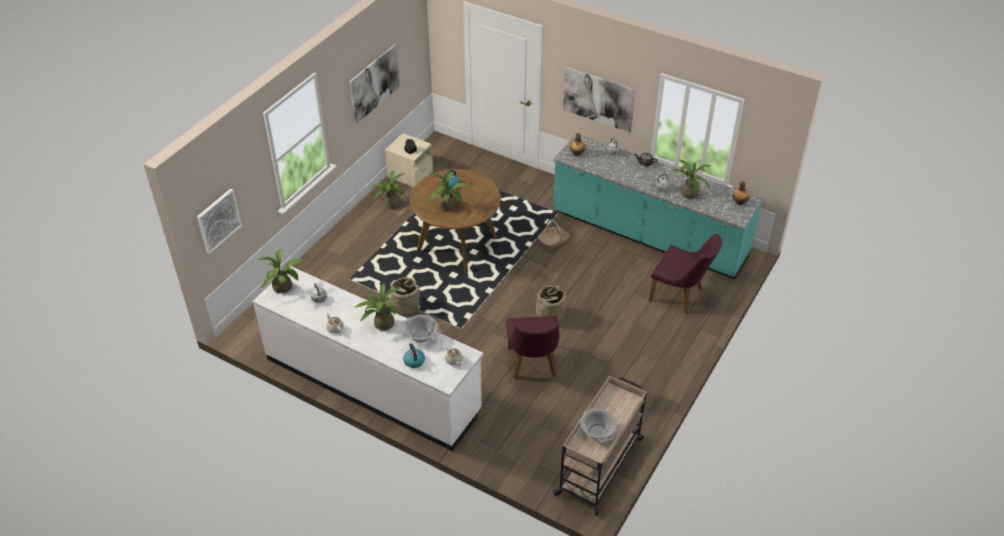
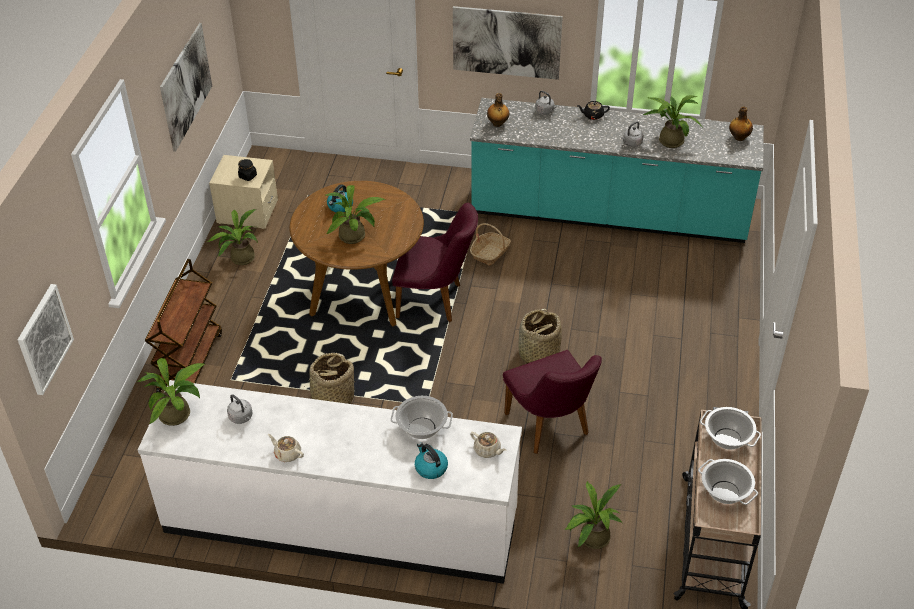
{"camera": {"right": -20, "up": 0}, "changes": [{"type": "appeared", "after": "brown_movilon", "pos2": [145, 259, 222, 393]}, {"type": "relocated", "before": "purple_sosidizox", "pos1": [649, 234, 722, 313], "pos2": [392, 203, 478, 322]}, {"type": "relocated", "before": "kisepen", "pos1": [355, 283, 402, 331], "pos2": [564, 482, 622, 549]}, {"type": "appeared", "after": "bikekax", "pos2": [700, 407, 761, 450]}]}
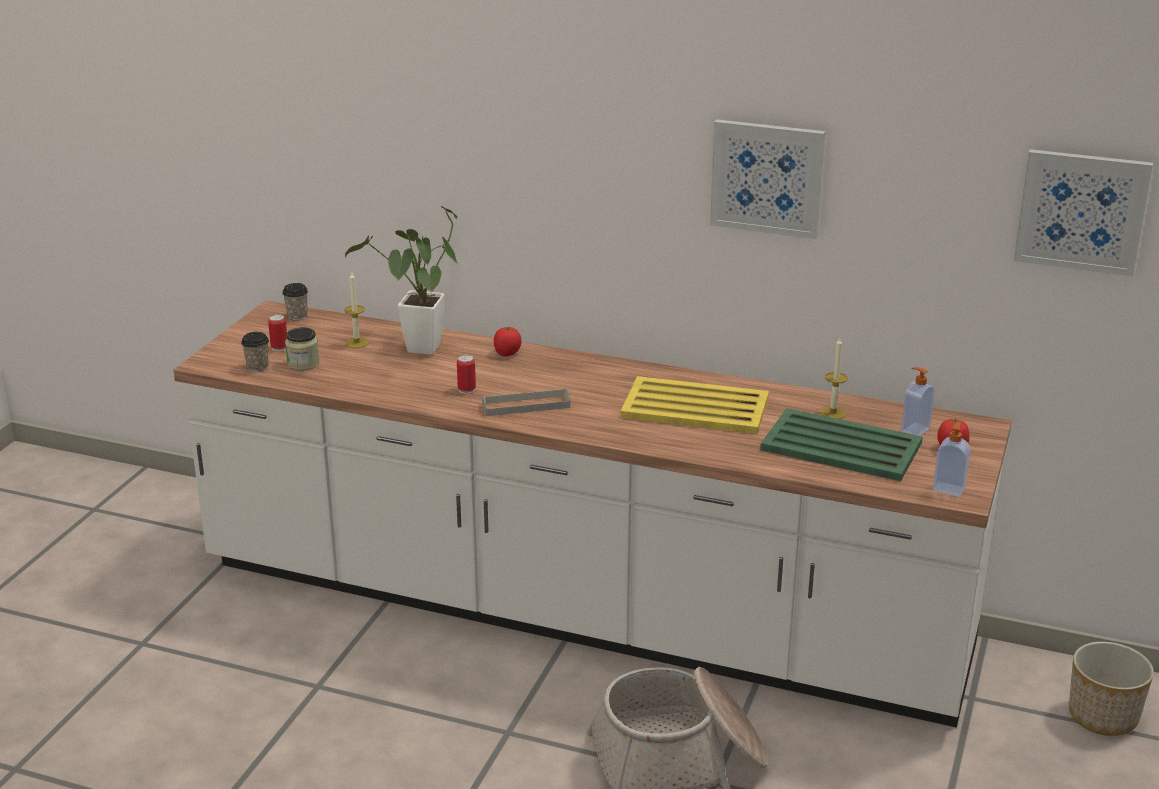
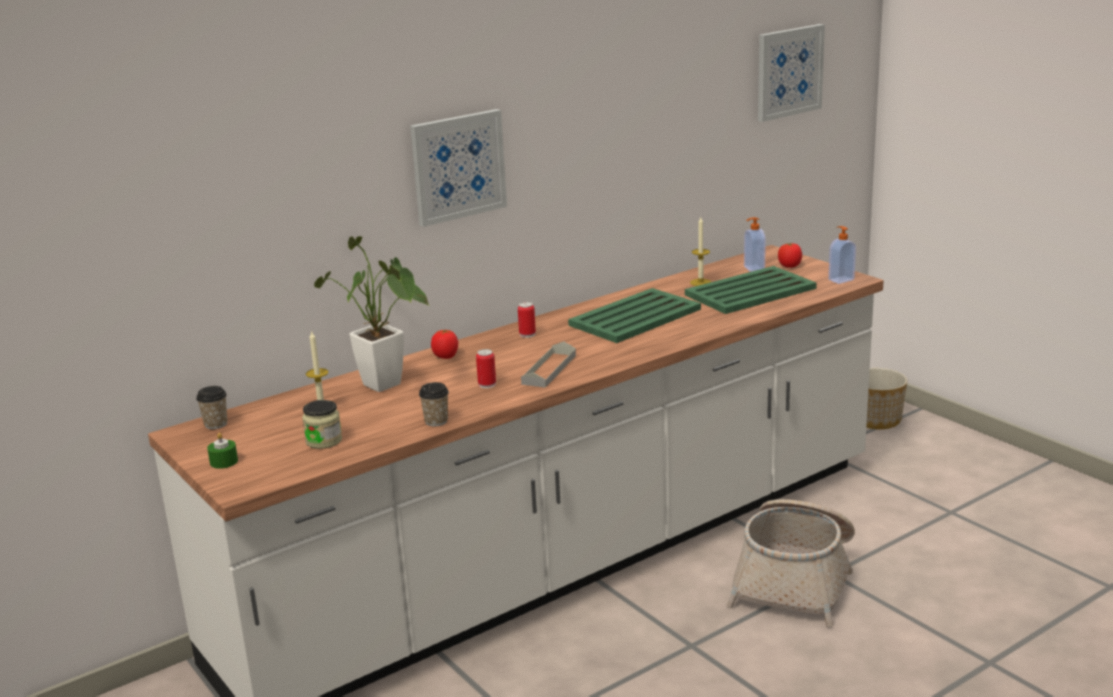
{"camera": {"right": -55, "up": -5}, "changes": [{"type": "appeared", "after": "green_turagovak", "pos2": [207, 432, 238, 469]}, {"type": "relocated", "before": "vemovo", "pos1": [710, 119, 825, 239], "pos2": [410, 109, 507, 227]}, {"type": "relocated", "before": "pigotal", "pos1": [241, 332, 269, 372], "pos2": [419, 382, 449, 426]}, {"type": "relocated", "before": "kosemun", "pos1": [268, 314, 287, 352], "pos2": [518, 302, 536, 338]}, {"type": "colour", "before": "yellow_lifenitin", "after": "green_lifenitin", "pos1": [620, 376, 769, 434], "pos2": [568, 288, 701, 343]}]}
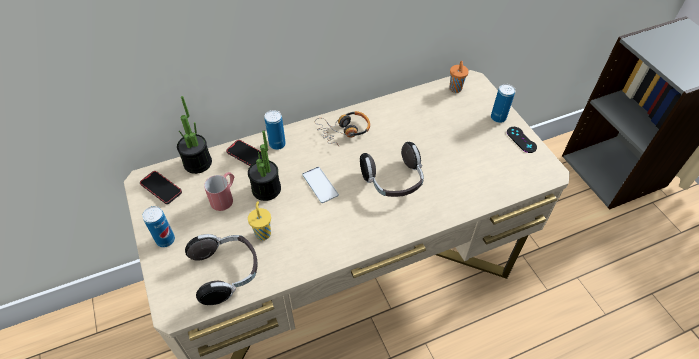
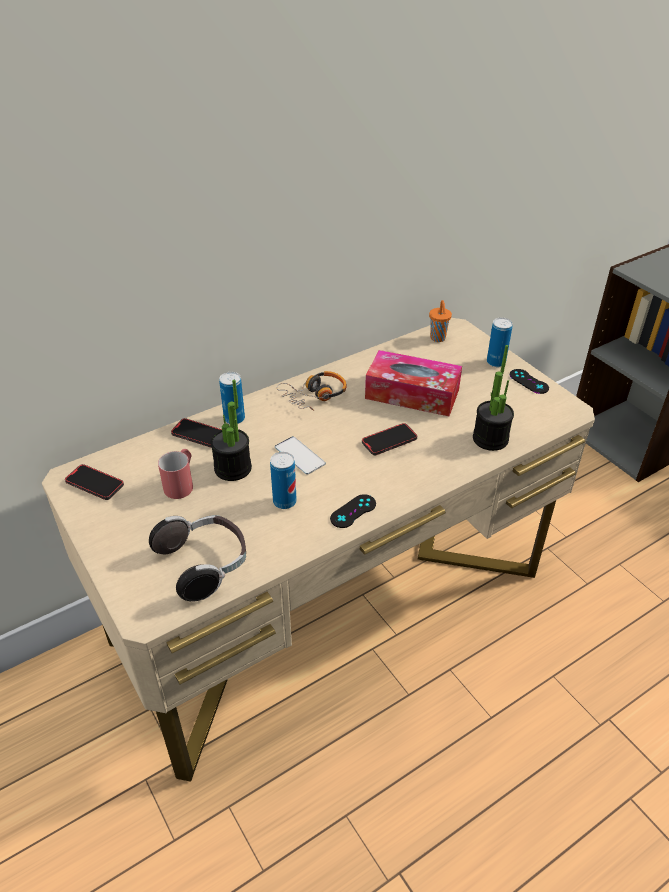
{"camera": {"right": -10, "up": -10}, "changes": [{"type": "relocated", "before": "kosemun", "pos1": [142, 206, 175, 248], "pos2": [270, 452, 297, 509]}, {"type": "appeared", "after": "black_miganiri", "pos2": [330, 494, 376, 528]}, {"type": "exchanged", "before": "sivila", "after": "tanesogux", "pos1": [360, 142, 424, 197], "pos2": [362, 423, 417, 455]}, {"type": "appeared", "after": "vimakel", "pos2": [365, 350, 462, 416]}, {"type": "relocated", "before": "kisepen", "pos1": [177, 96, 212, 174], "pos2": [473, 345, 514, 451]}, {"type": "missing", "before": "yellow_pigotal", "pos1": [248, 201, 271, 240]}]}
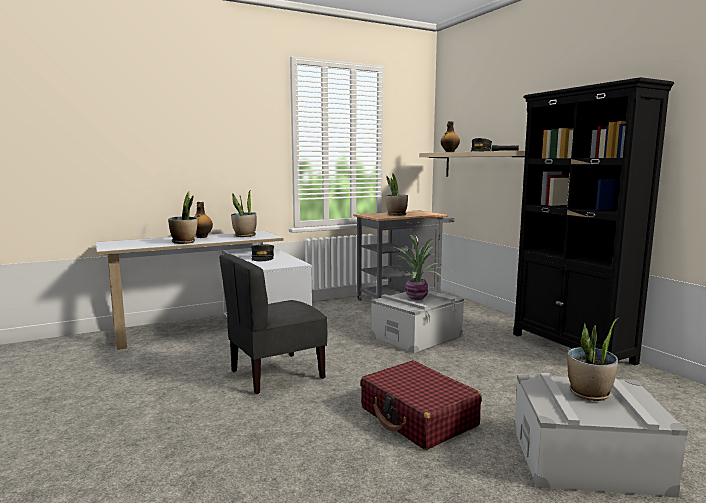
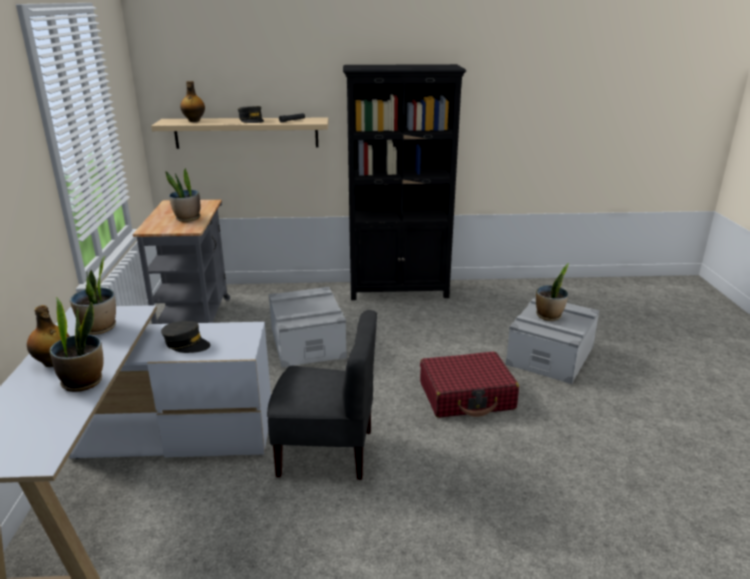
{"camera": {"right": -65, "up": 15}, "changes": [{"type": "spun", "before": "grey_sosidizox", "pos1": [219, 254, 327, 394], "pos2": [267, 310, 377, 480], "turn": -75}, {"type": "missing", "before": "kisepen", "pos1": [383, 235, 452, 300]}]}
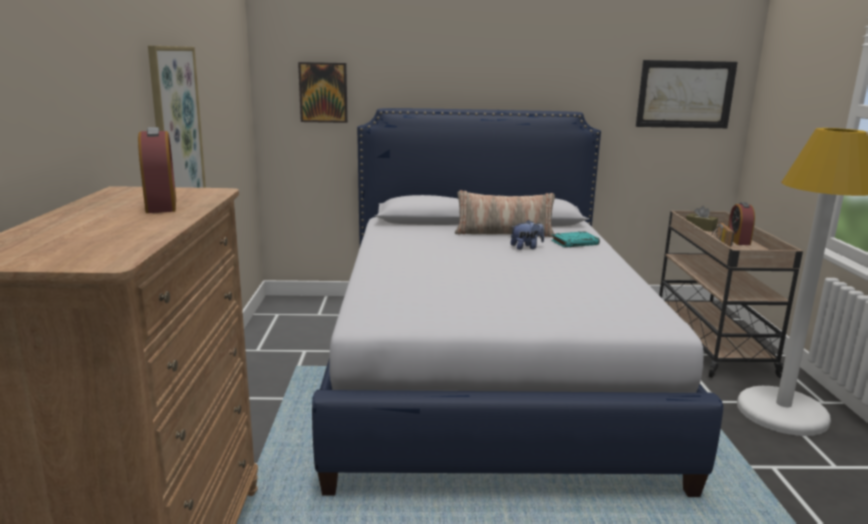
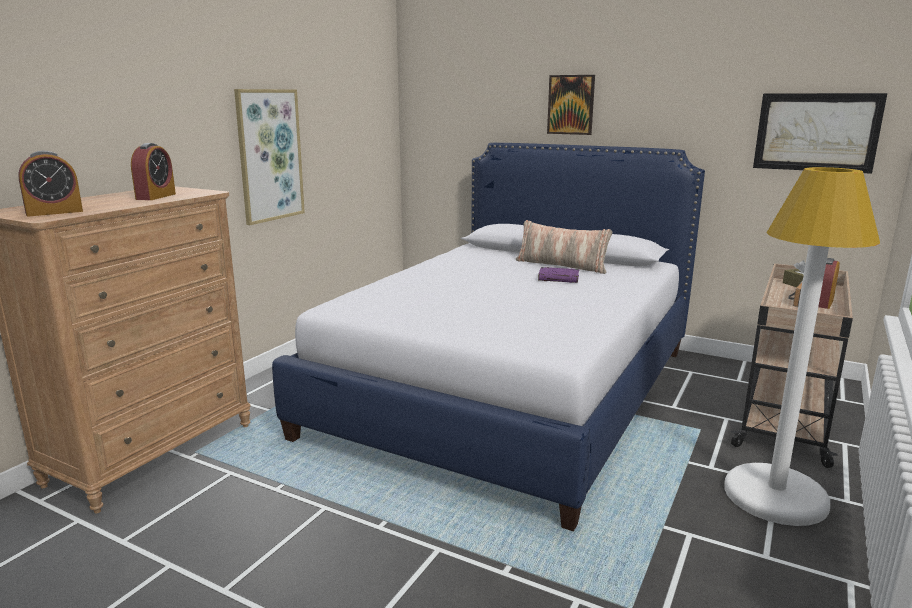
{"camera": {"right": 30, "up": 0}, "changes": [{"type": "appeared", "after": "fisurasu", "pos2": [18, 151, 83, 217]}, {"type": "exchanged", "before": "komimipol", "after": "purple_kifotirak", "pos1": [511, 220, 544, 250], "pos2": [538, 267, 579, 283]}, {"type": "relocated", "before": "vemovo", "pos1": [298, 62, 348, 123], "pos2": [547, 75, 595, 135]}, {"type": "missing", "before": "turquoise_kifotirak", "pos1": [551, 231, 600, 248]}]}
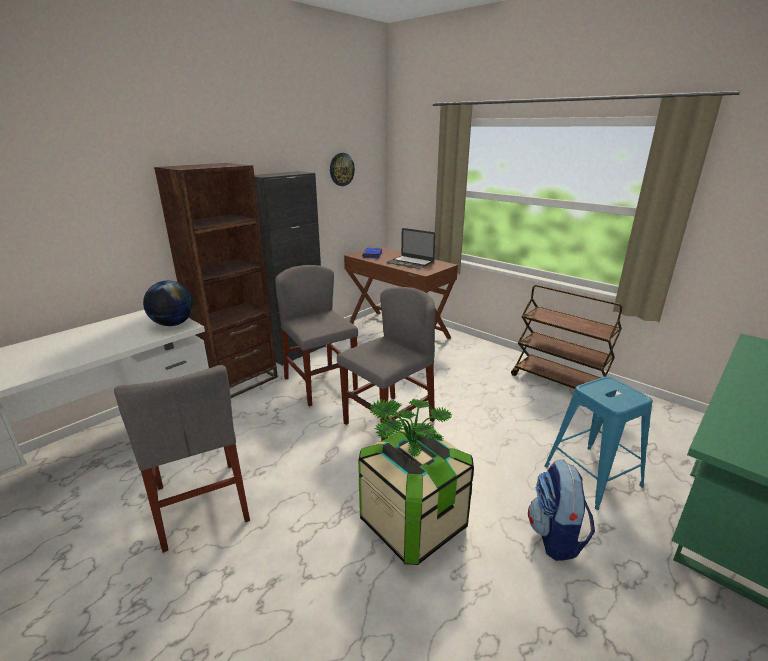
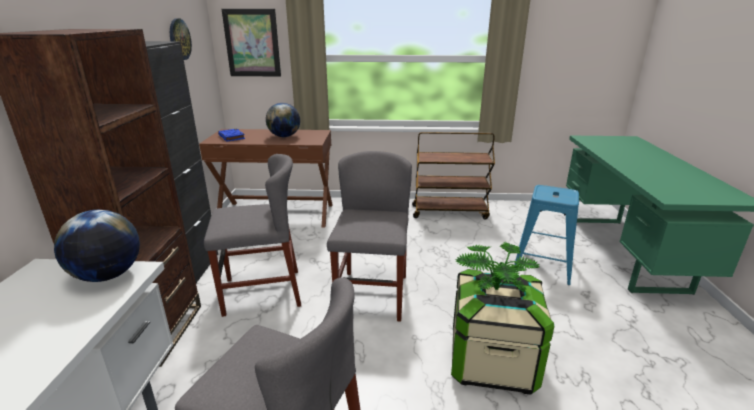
{"camera": {"right": -40, "up": 0}, "changes": [{"type": "spun", "before": "grey_sosidizox", "pos1": [275, 265, 358, 407], "pos2": [204, 154, 301, 317], "turn": 150}, {"type": "appeared", "after": "vemovo", "pos2": [222, 9, 281, 76]}, {"type": "exchanged", "before": "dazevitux", "after": "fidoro", "pos1": [387, 228, 436, 269], "pos2": [266, 103, 300, 137]}, {"type": "missing", "before": "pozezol", "pos1": [528, 460, 595, 561]}]}
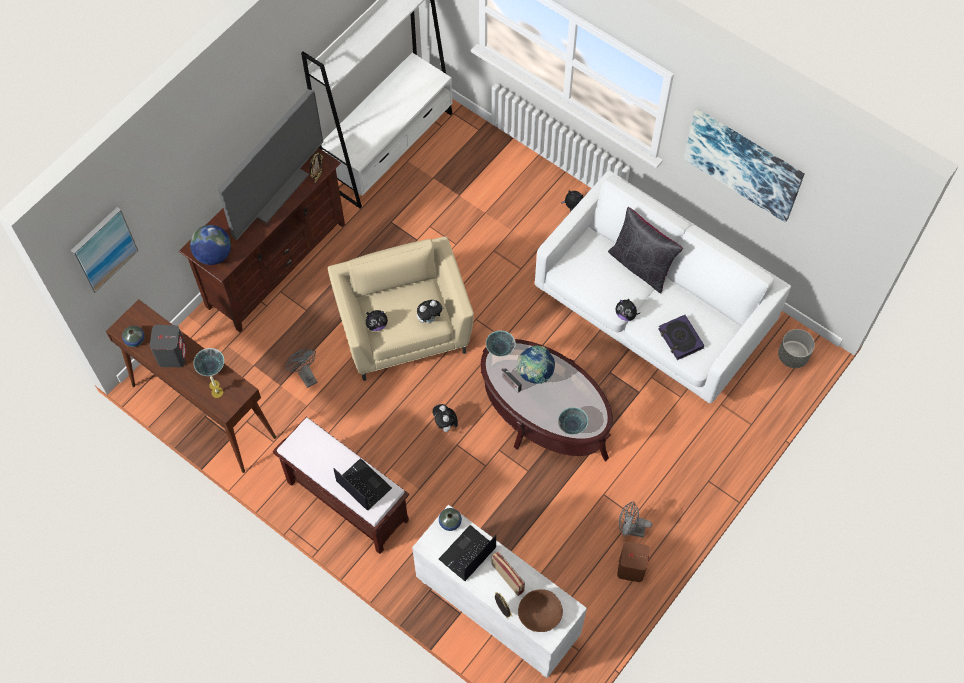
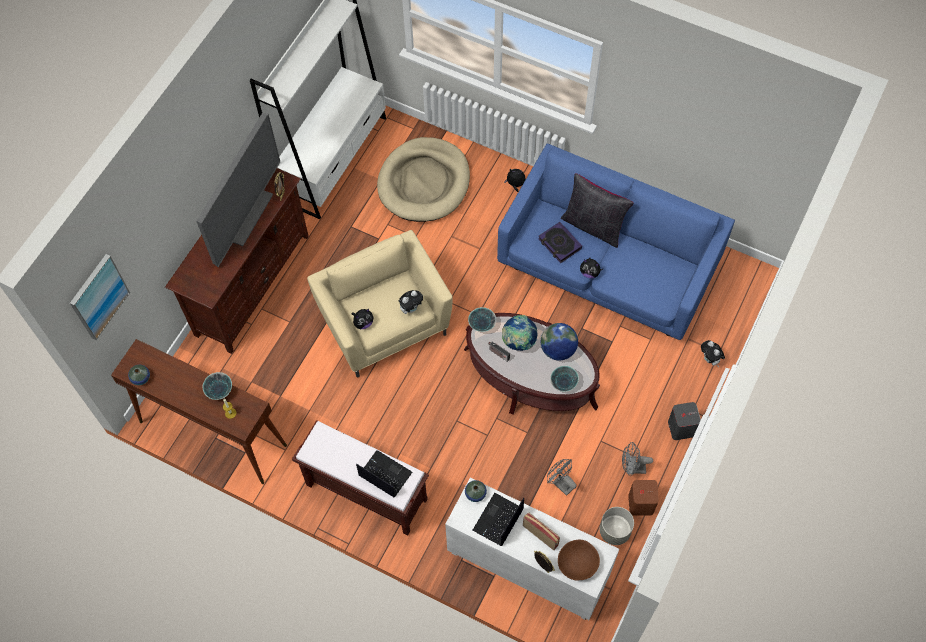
{"camera": {"right": -10, "up": 0}, "changes": [{"type": "appeared", "after": "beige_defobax", "pos2": [377, 137, 470, 222]}, {"type": "colour", "before": "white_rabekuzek", "after": "blue_rabekuzek", "pos1": [535, 170, 791, 403], "pos2": [497, 144, 735, 340]}, {"type": "relocated", "before": "kifotirak", "pos1": [658, 315, 704, 360], "pos2": [538, 222, 582, 263]}, {"type": "relocated", "before": "fidoro", "pos1": [190, 225, 231, 265], "pos2": [541, 323, 578, 361]}, {"type": "relocated", "before": "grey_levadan", "pos1": [286, 349, 318, 388], "pos2": [547, 459, 577, 496]}, {"type": "relocated", "before": "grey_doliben", "pos1": [778, 329, 815, 368], "pos2": [600, 507, 634, 545]}, {"type": "relocated", "before": "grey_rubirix", "pos1": [150, 325, 187, 367], "pos2": [668, 402, 701, 440]}, {"type": "relocated", "before": "komimipol", "pos1": [432, 404, 458, 432], "pos2": [701, 340, 725, 367]}, {"type": "missing", "before": "vemovo", "pos1": [684, 108, 805, 222]}]}
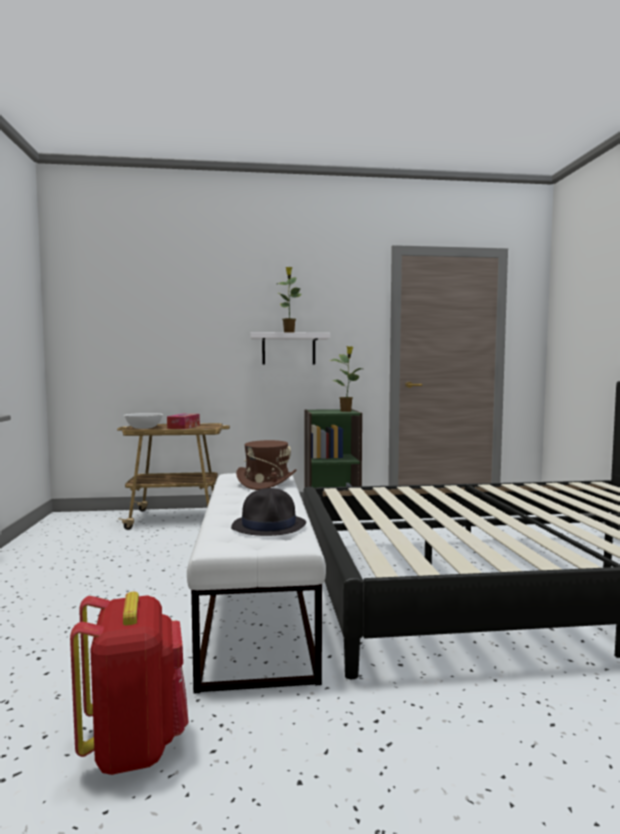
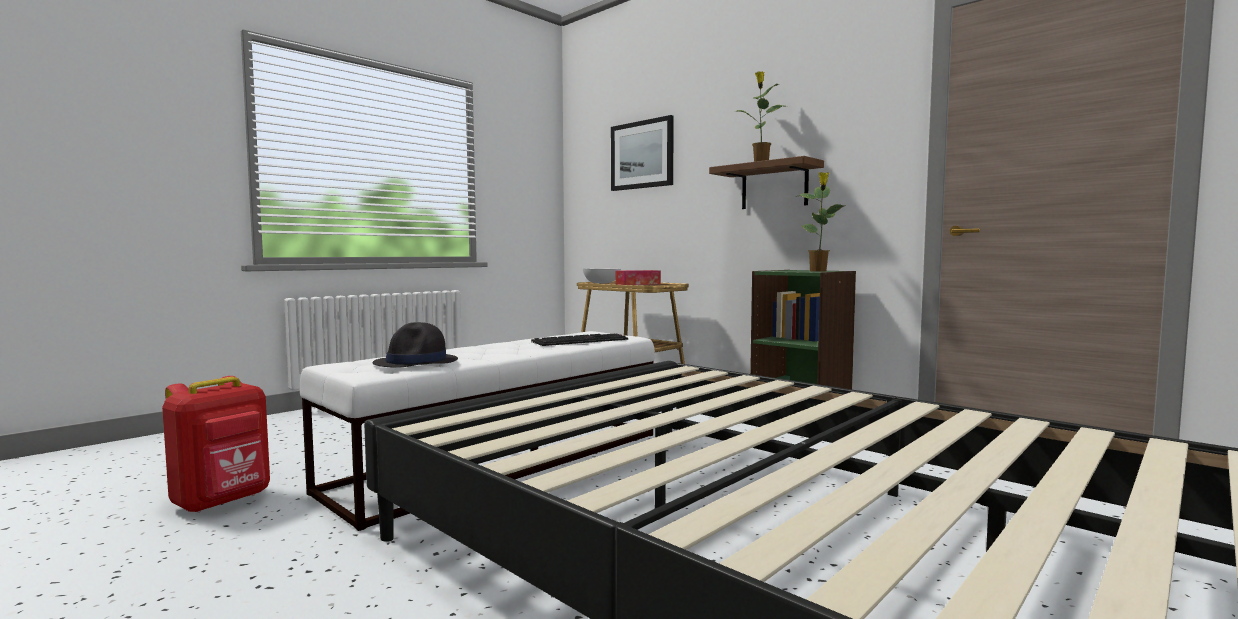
{"camera": {"right": 50, "up": 0}, "changes": [{"type": "exchanged", "before": "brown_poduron", "after": "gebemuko", "pos1": [236, 440, 296, 490], "pos2": [531, 334, 628, 346]}, {"type": "appeared", "after": "vemovo", "pos2": [611, 115, 674, 191]}, {"type": "colour", "before": "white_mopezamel", "after": "brown_mopezamel", "pos1": [251, 332, 330, 365], "pos2": [709, 156, 824, 209]}]}
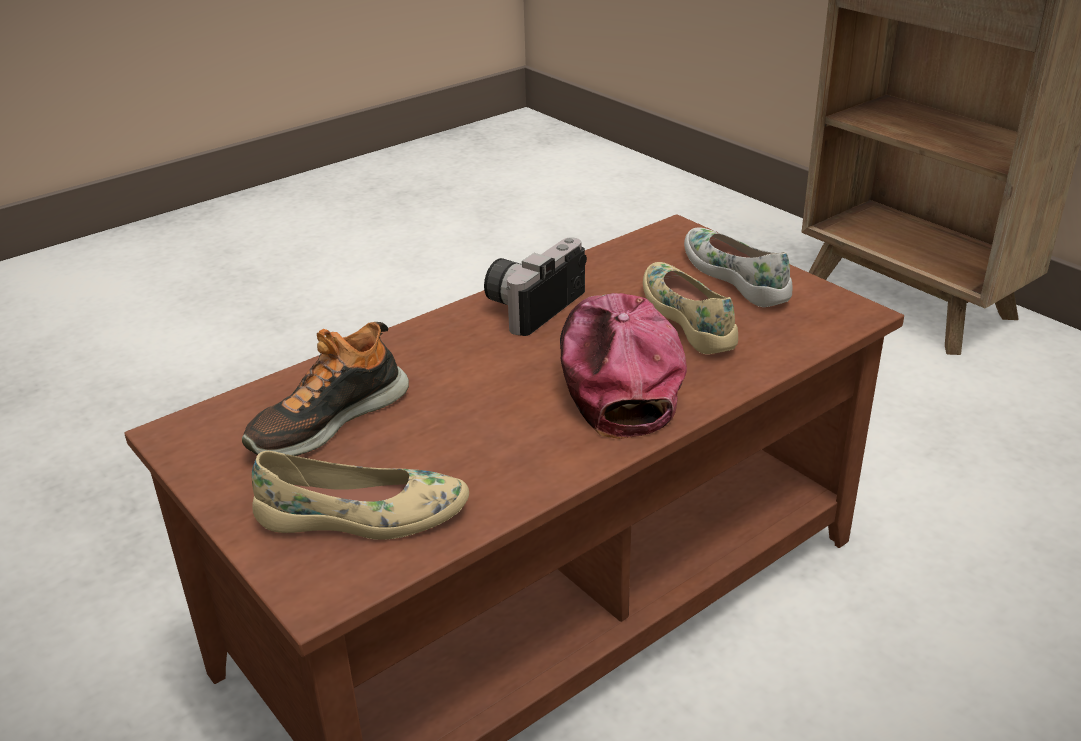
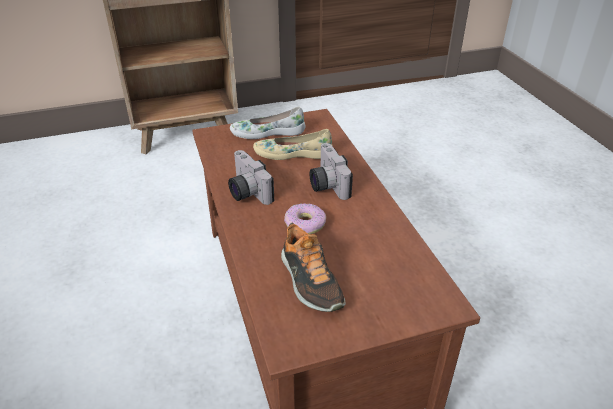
{"camera": {"right": -70, "up": 5}, "changes": [{"type": "appeared", "after": "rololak", "pos2": [284, 203, 326, 234]}, {"type": "exchanged", "before": "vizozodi", "after": "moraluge", "pos1": [560, 293, 687, 439], "pos2": [310, 143, 353, 200]}, {"type": "missing", "before": "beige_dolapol", "pos1": [252, 451, 469, 540]}]}
